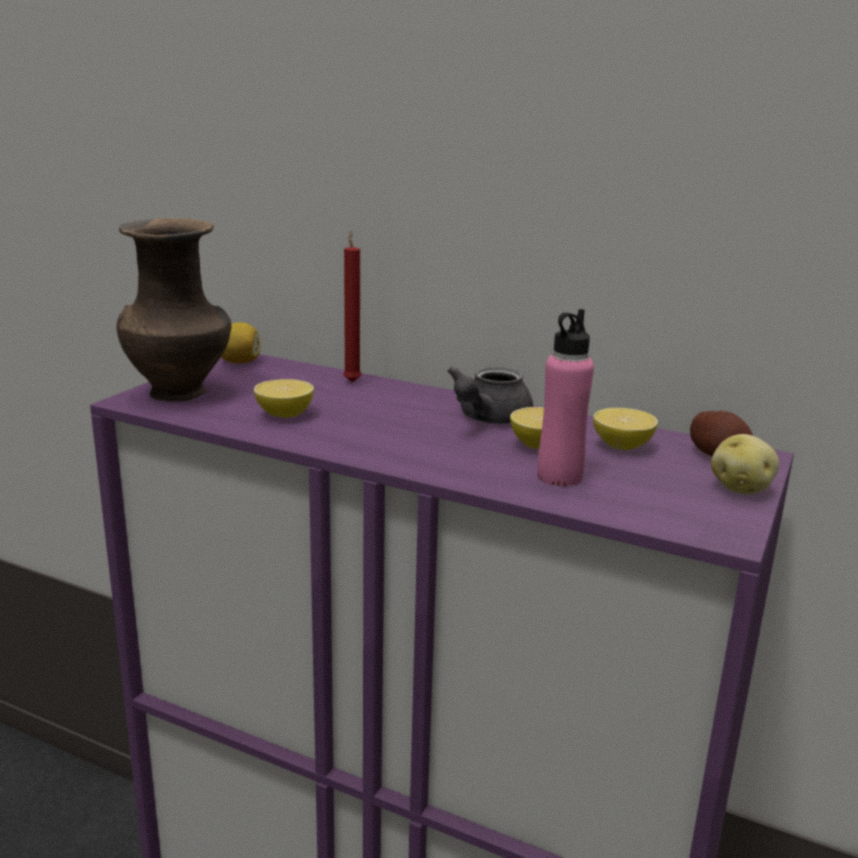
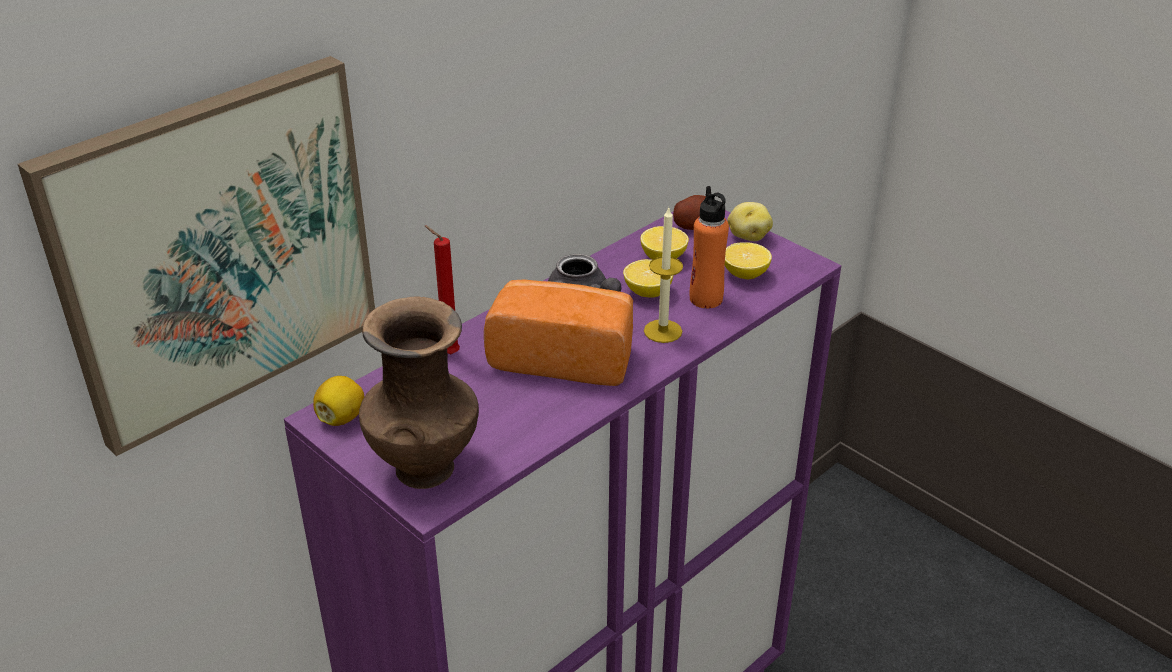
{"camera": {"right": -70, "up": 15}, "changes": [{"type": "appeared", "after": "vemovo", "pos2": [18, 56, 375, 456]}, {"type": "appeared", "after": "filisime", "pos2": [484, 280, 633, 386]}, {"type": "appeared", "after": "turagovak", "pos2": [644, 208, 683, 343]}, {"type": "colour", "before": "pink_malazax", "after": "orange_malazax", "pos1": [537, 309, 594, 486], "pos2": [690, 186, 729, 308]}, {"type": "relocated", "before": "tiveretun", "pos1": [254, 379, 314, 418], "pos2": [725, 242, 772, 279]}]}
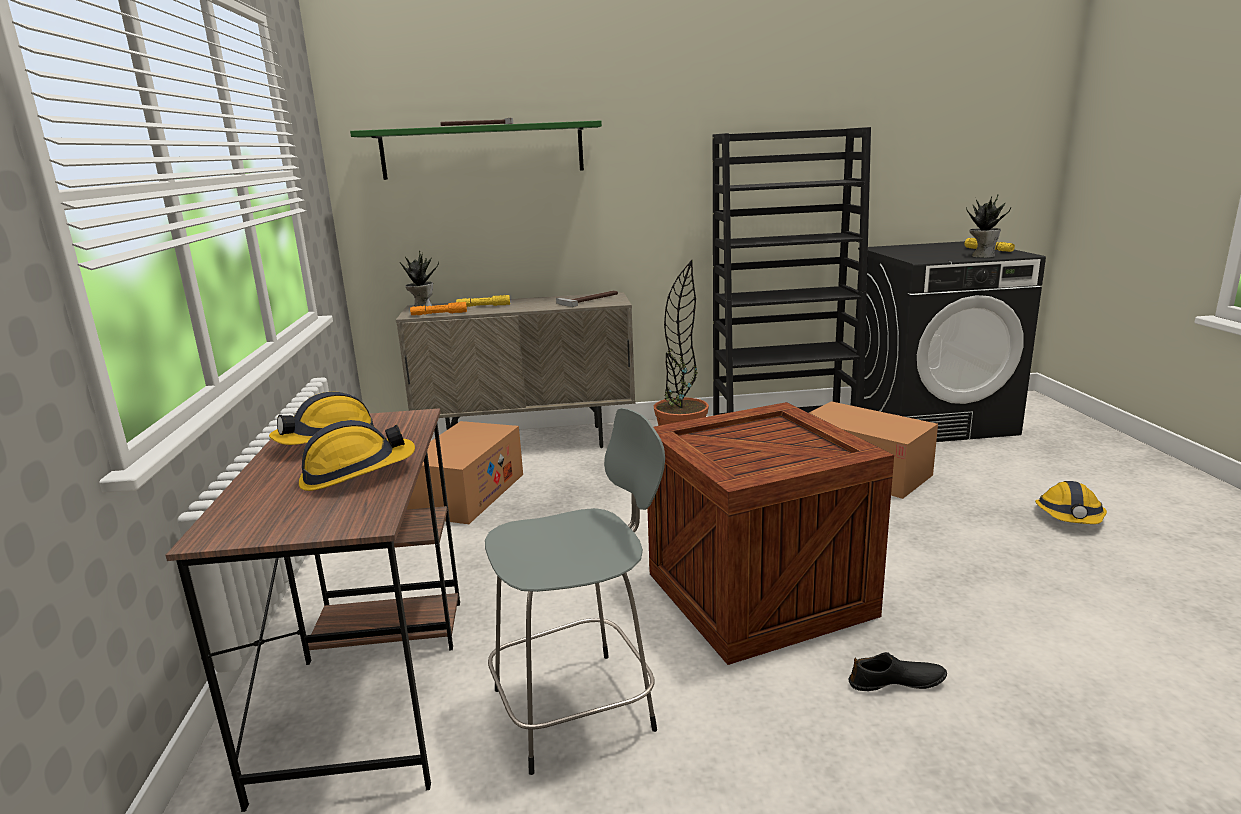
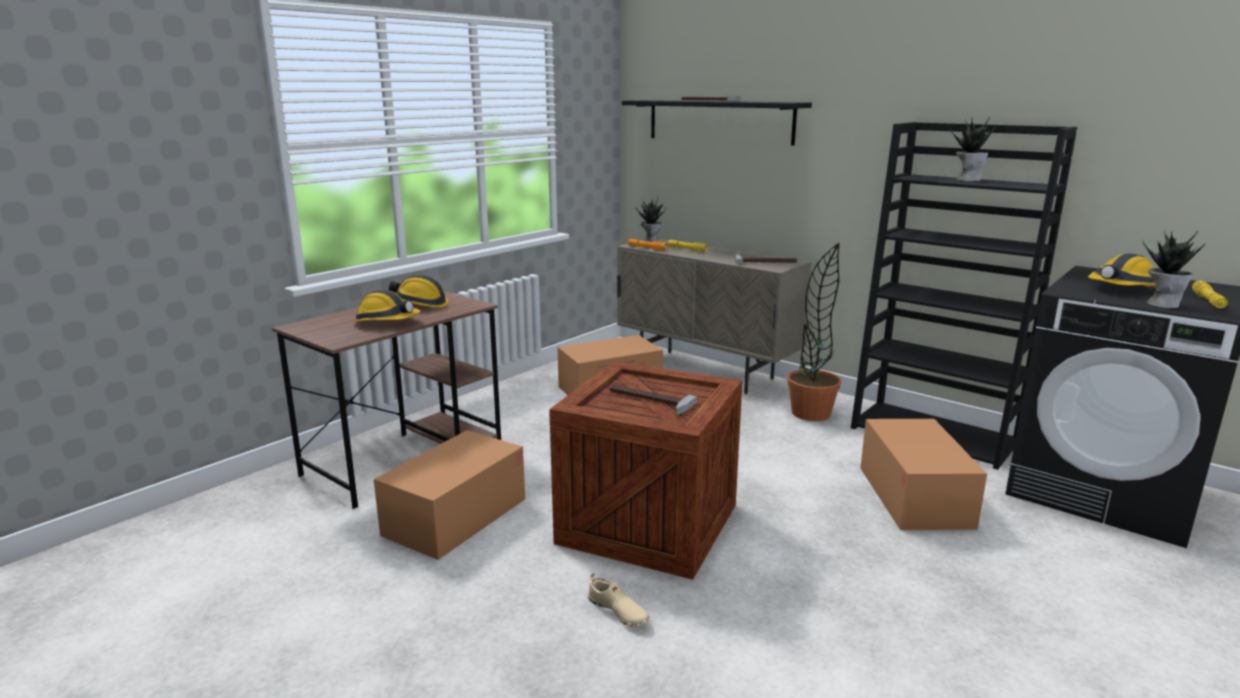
{"camera": {"right": 45, "up": 0}, "changes": [{"type": "exchanged", "before": "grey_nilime", "after": "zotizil", "pos1": [485, 408, 665, 775], "pos2": [374, 430, 525, 560]}, {"type": "colour", "before": "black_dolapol", "after": "beige_dolapol", "pos1": [849, 652, 947, 691], "pos2": [588, 574, 650, 627]}, {"type": "appeared", "after": "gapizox", "pos2": [610, 385, 697, 415]}, {"type": "colour", "before": "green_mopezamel", "after": "black_mopezamel", "pos1": [350, 120, 602, 180], "pos2": [622, 100, 812, 145]}, {"type": "appeared", "after": "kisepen", "pos2": [950, 117, 996, 181]}, {"type": "relocated", "before": "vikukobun", "pos1": [1035, 481, 1107, 524], "pos2": [1088, 253, 1155, 287]}]}
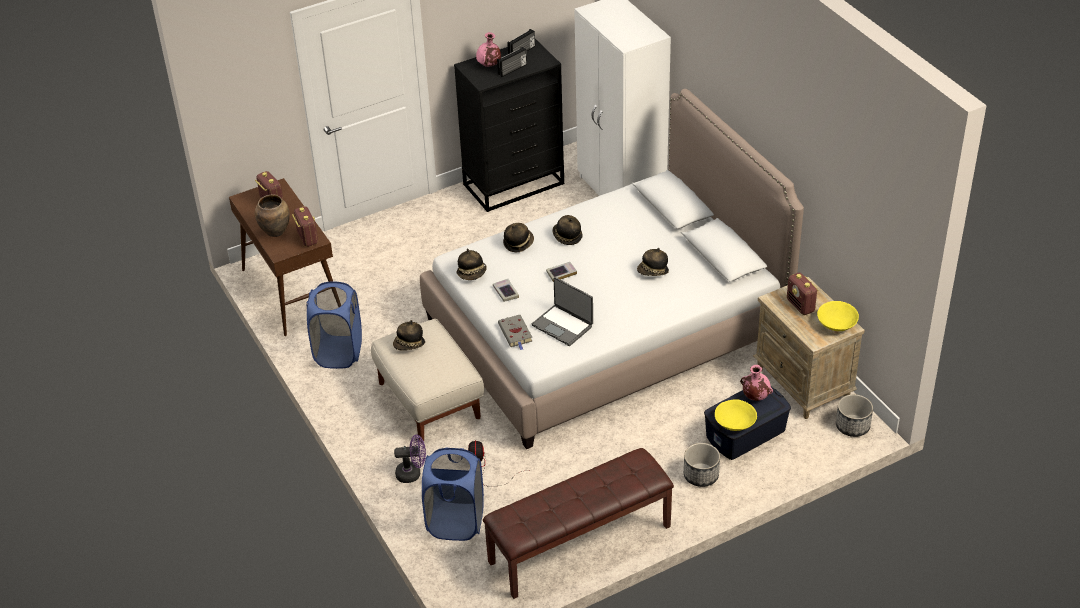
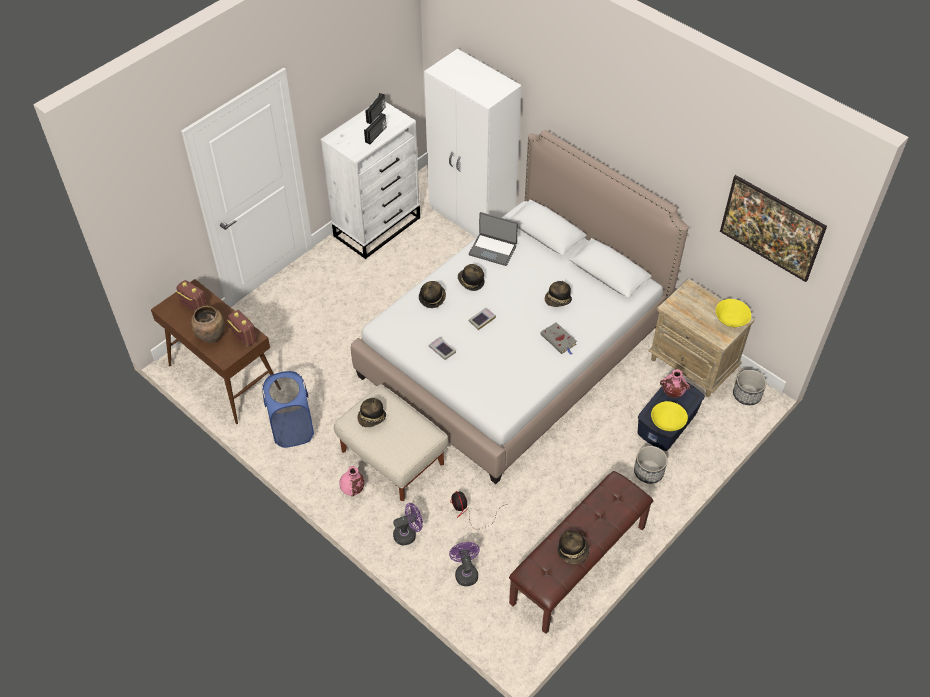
{"camera": {"right": -20, "up": 10}, "changes": [{"type": "colour", "before": "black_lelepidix", "after": "white_lelepidix", "pos1": [454, 39, 564, 212], "pos2": [321, 102, 420, 259]}, {"type": "relocated", "before": "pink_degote", "pos1": [476, 32, 501, 67], "pos2": [339, 466, 364, 496]}, {"type": "exchanged", "before": "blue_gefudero", "after": "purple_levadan", "pos1": [422, 447, 484, 541], "pos2": [449, 542, 480, 586]}, {"type": "relocated", "before": "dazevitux", "pos1": [531, 277, 593, 346], "pos2": [469, 212, 518, 266]}, {"type": "relocated", "before": "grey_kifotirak", "pos1": [498, 315, 533, 350], "pos2": [540, 322, 577, 355]}, {"type": "relocated", "before": "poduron", "pos1": [457, 248, 487, 280], "pos2": [557, 530, 590, 564]}, {"type": "appeared", "after": "vemovo", "pos2": [720, 175, 827, 282]}, {"type": "missing", "before": "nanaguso", "pos1": [787, 273, 819, 315]}]}
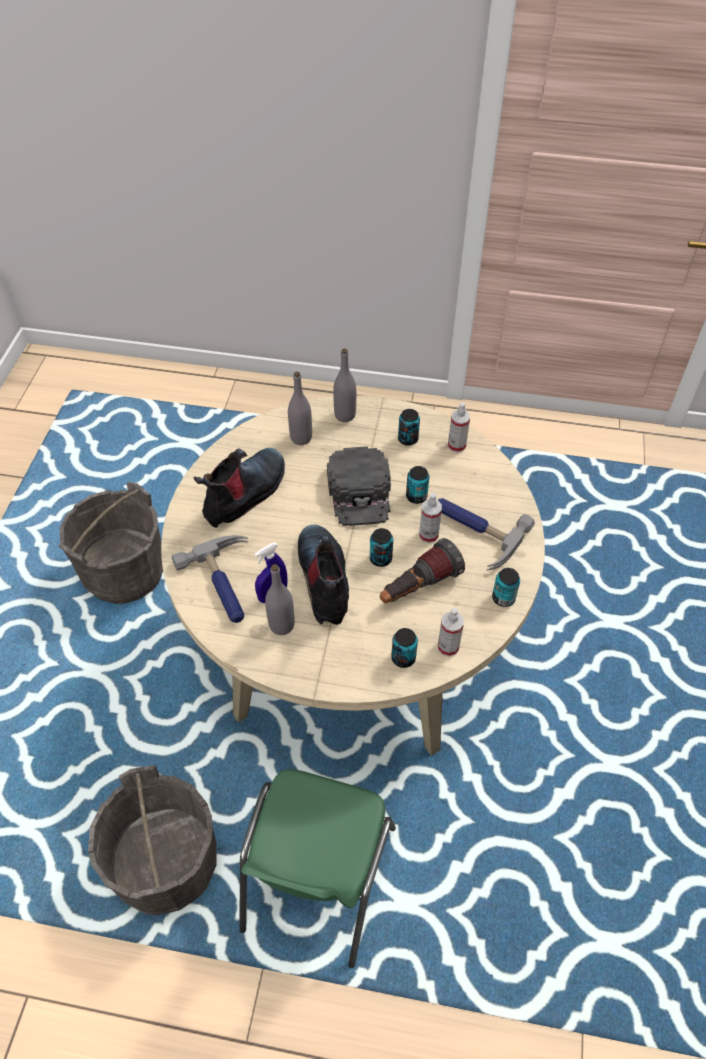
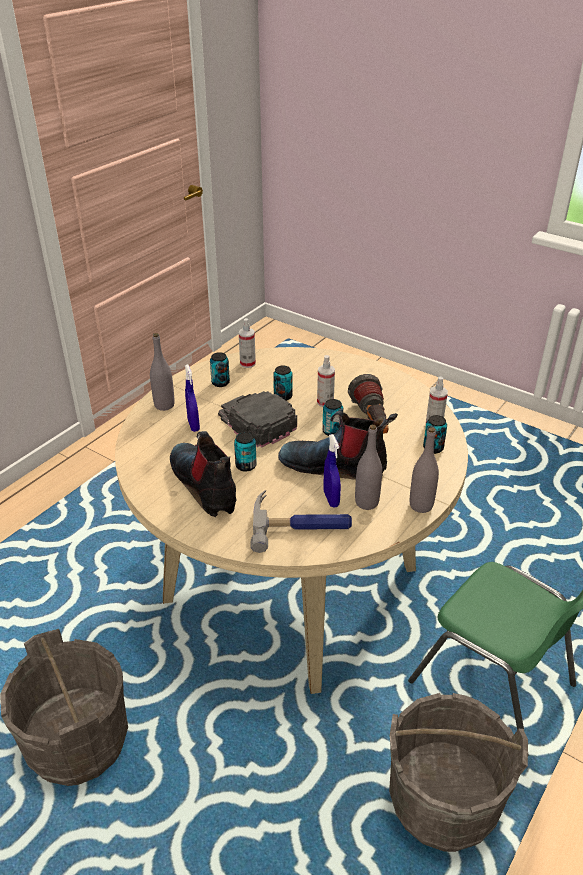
{"camera": {"right": -65, "up": -15}, "changes": [{"type": "appeared", "after": "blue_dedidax", "pos2": [185, 365, 200, 432]}, {"type": "spun", "before": "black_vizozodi", "pos1": [327, 446, 391, 526], "pos2": [218, 391, 297, 447], "turn": -150}, {"type": "relocated", "before": "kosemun", "pos1": [492, 568, 520, 607], "pos2": [234, 432, 257, 472]}, {"type": "relocated", "before": "grey_malazax", "pos1": [288, 371, 312, 445], "pos2": [410, 427, 439, 513]}, {"type": "missing", "before": "gapizox", "pos1": [438, 498, 535, 571]}]}
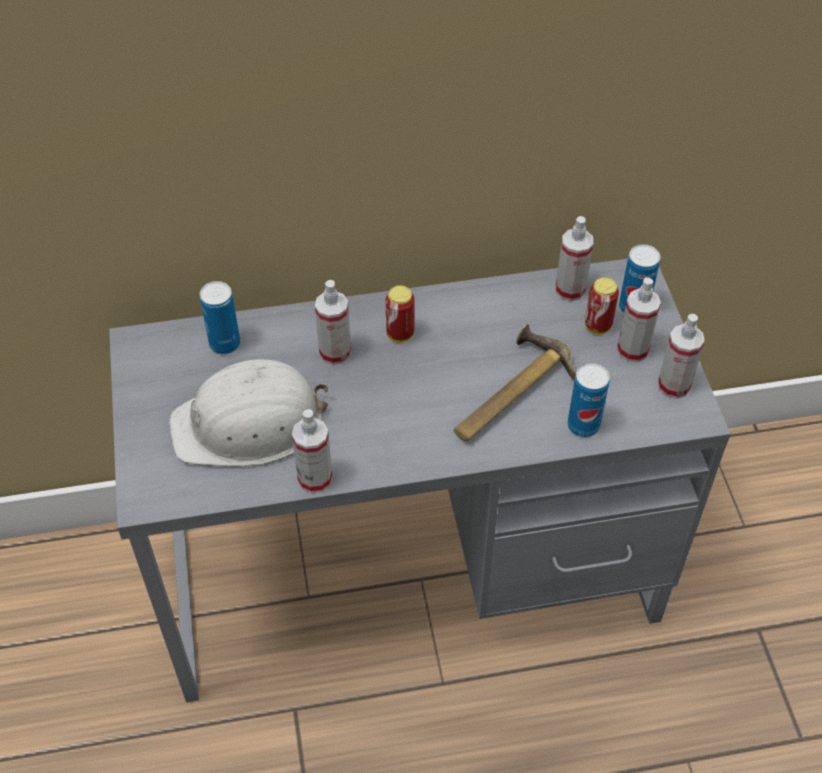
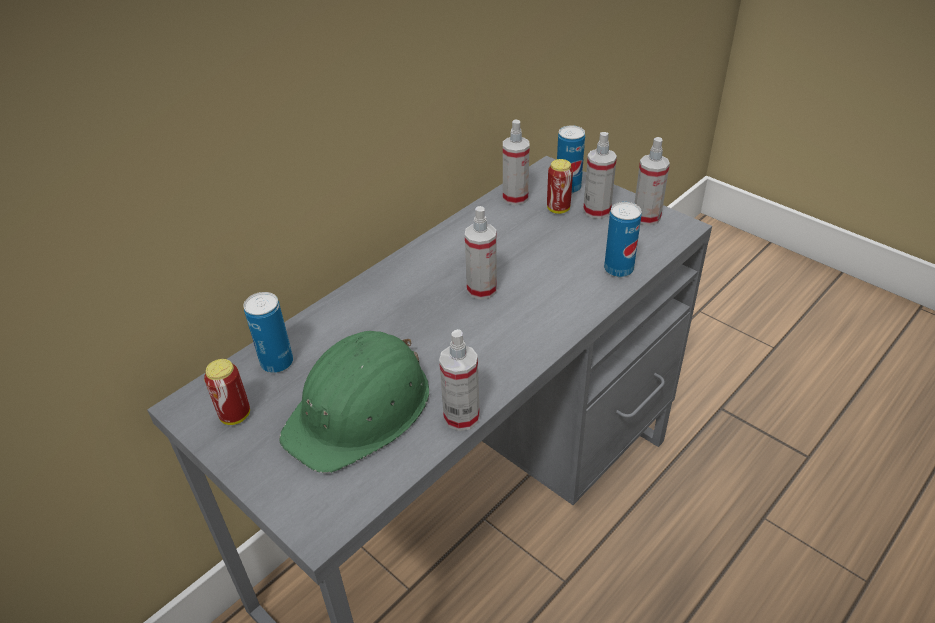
{"camera": {"right": -35, "up": -10}, "changes": [{"type": "relocated", "before": "kosemun", "pos1": [385, 285, 415, 343], "pos2": [204, 359, 250, 425]}, {"type": "colour", "before": "white_vikukobun", "after": "green_vikukobun", "pos1": [169, 359, 328, 467], "pos2": [279, 331, 429, 473]}, {"type": "relocated", "before": "dedidax", "pos1": [315, 280, 351, 365], "pos2": [465, 206, 497, 300]}, {"type": "missing", "before": "gapizox", "pos1": [454, 323, 576, 441]}]}
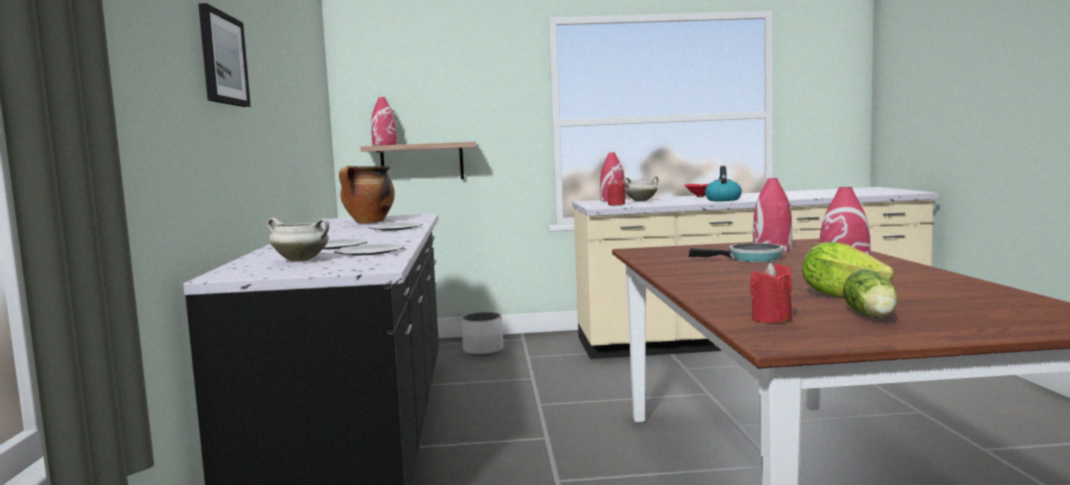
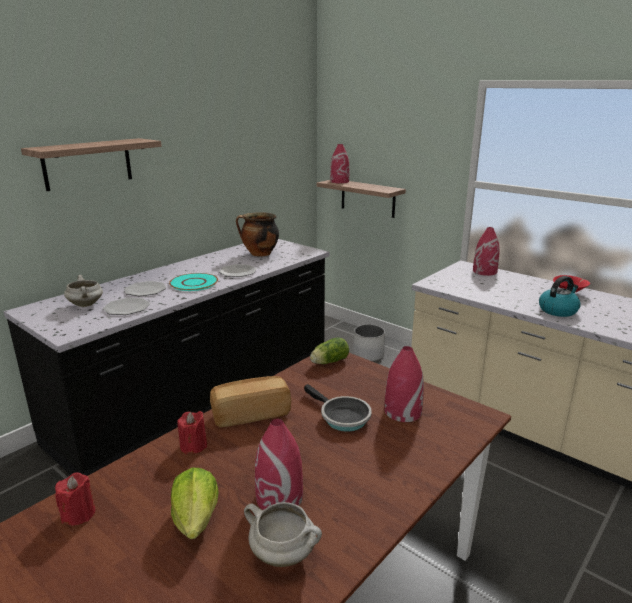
{"camera": {"right": 45, "up": 15}, "changes": [{"type": "exchanged", "before": "vemovo", "after": "mopezamel", "pos1": [198, 3, 251, 107], "pos2": [21, 138, 162, 191]}, {"type": "appeared", "after": "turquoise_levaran", "pos2": [169, 273, 218, 291]}, {"type": "relocated", "before": "red_turagovak", "pos1": [607, 179, 625, 205], "pos2": [177, 411, 207, 454]}, {"type": "appeared", "after": "filisime", "pos2": [210, 376, 291, 427]}, {"type": "relocated", "before": "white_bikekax", "pos1": [623, 176, 659, 201], "pos2": [244, 502, 322, 567]}, {"type": "relocated", "before": "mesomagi", "pos1": [843, 270, 898, 318], "pos2": [310, 338, 349, 364]}]}
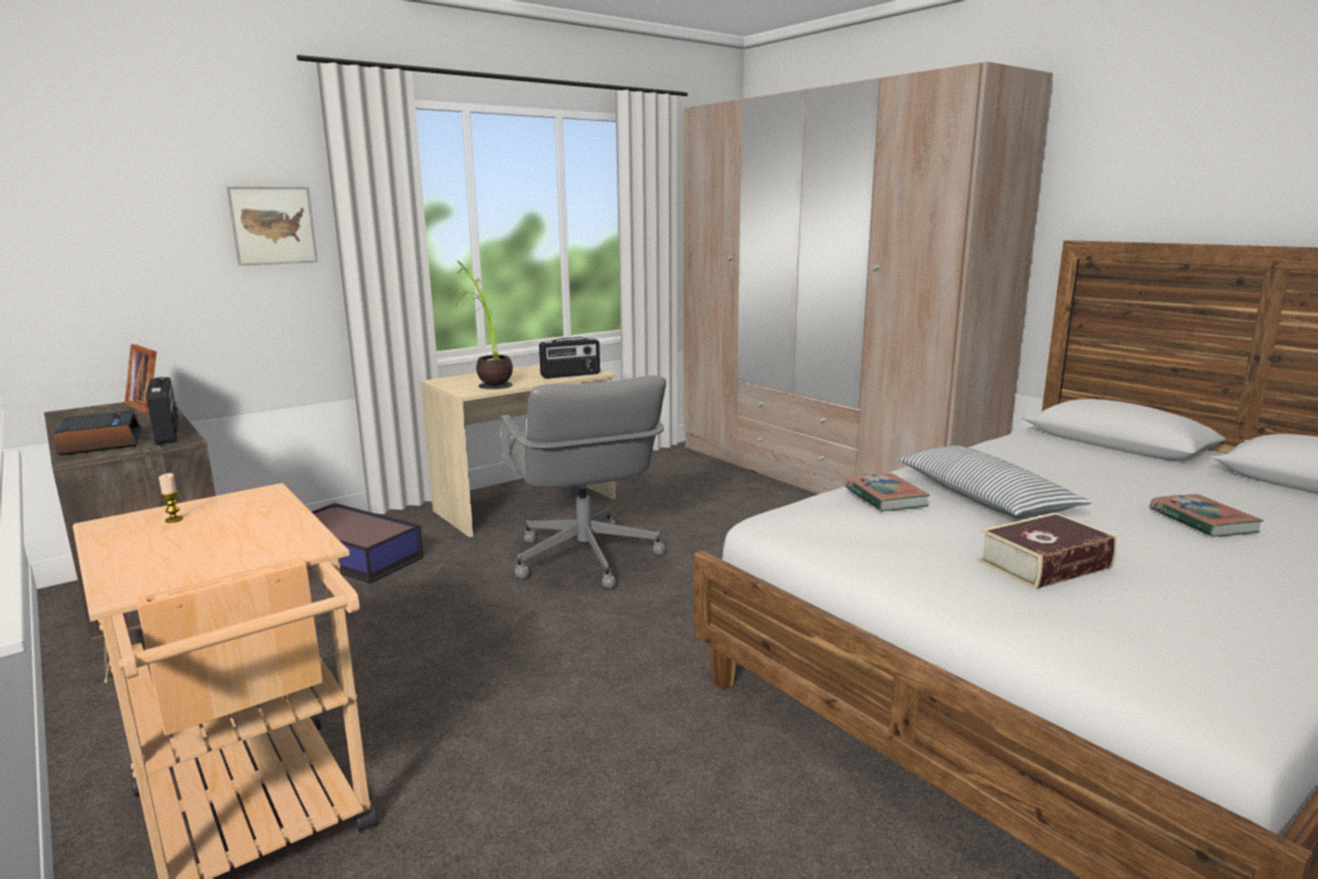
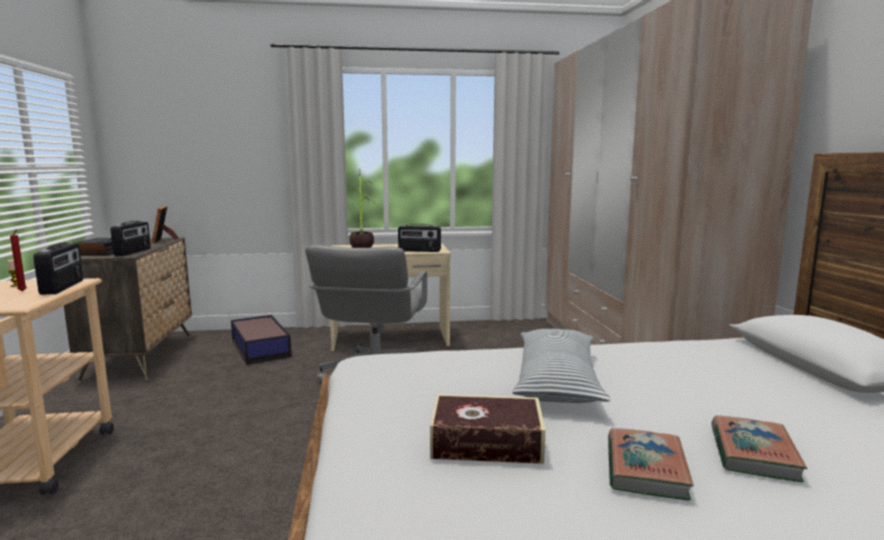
{"camera": {"right": 30, "up": -5}, "changes": [{"type": "appeared", "after": "red_turagovak", "pos2": [10, 229, 27, 291]}, {"type": "appeared", "after": "nanaguso", "pos2": [33, 243, 83, 295]}, {"type": "relocated", "before": "kifotirak", "pos1": [845, 473, 930, 512], "pos2": [608, 428, 694, 500]}, {"type": "missing", "before": "vemovo", "pos1": [226, 186, 318, 266]}]}
